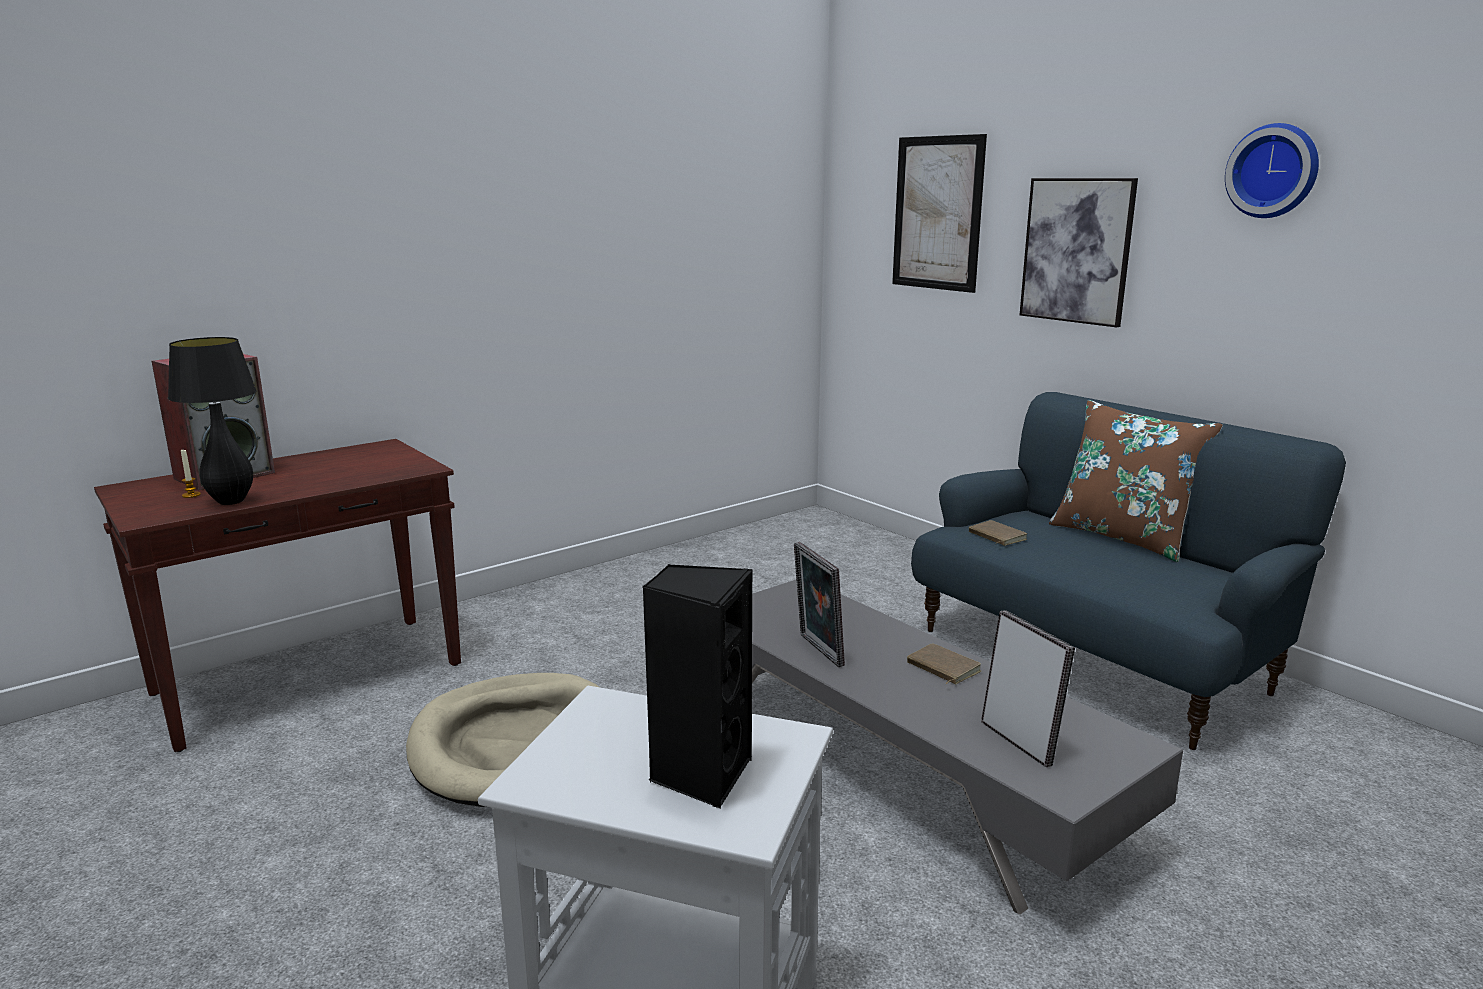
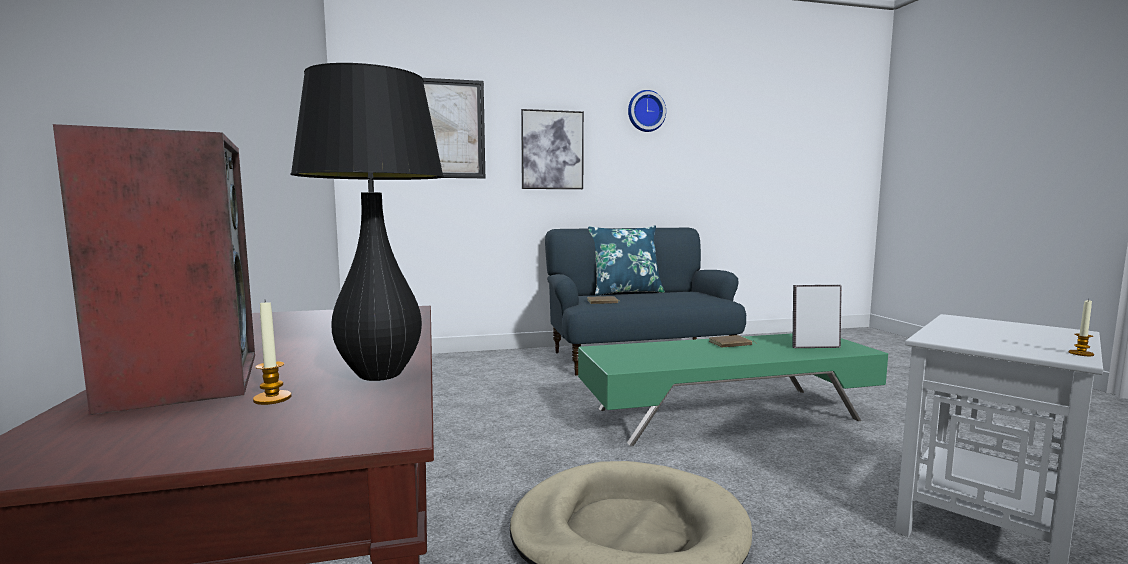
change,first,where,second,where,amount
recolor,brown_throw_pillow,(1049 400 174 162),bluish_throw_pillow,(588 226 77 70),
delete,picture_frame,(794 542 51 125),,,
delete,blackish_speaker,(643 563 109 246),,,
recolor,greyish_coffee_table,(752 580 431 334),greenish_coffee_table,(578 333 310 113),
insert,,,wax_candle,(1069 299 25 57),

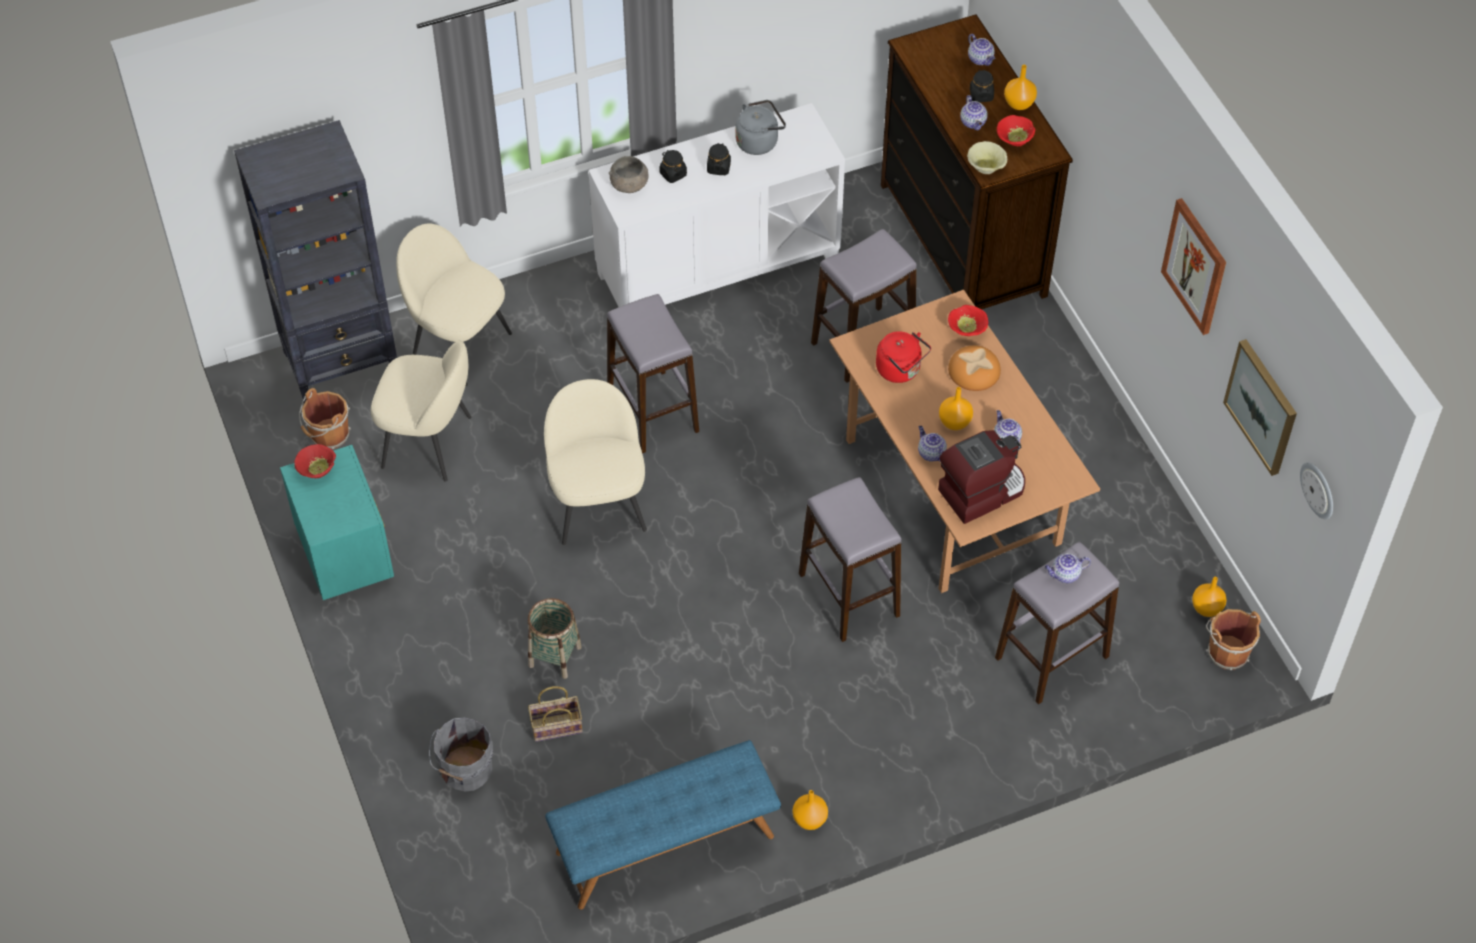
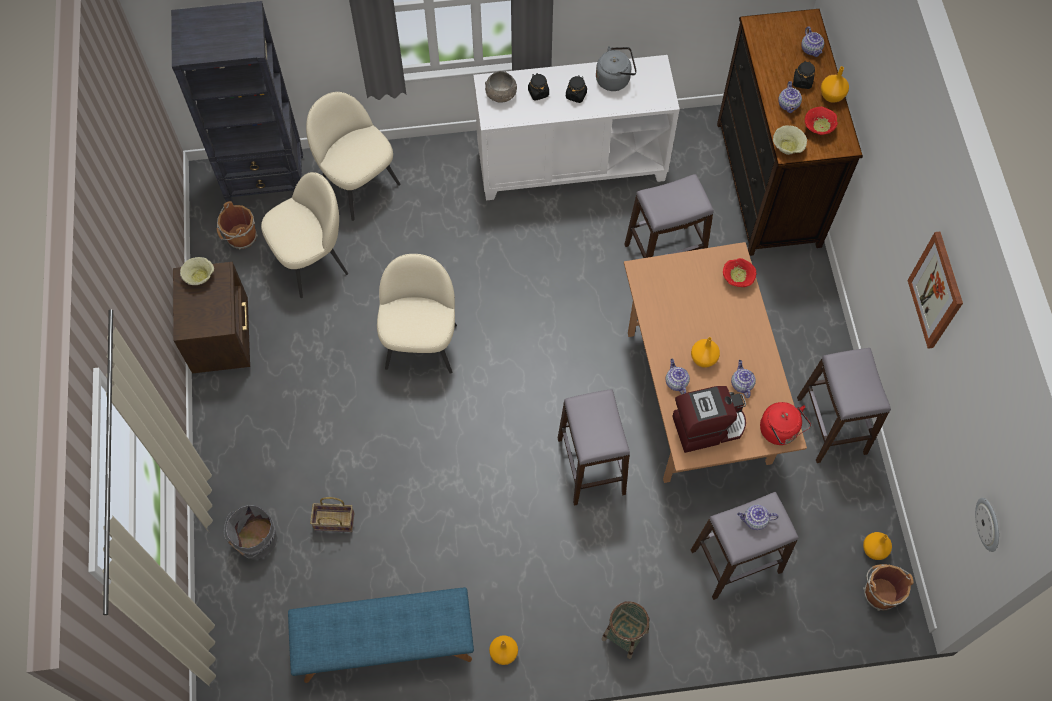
change,first,where,second,where,amount
move,greyish_stool,(607 294 92 159),,(797 348 94 115),
move,reddish_water_kettle,(876 331 55 52),,(760 402 51 43),
delete,wall_picture,(1223 339 74 137),,,
rotate,beige_plain_chair,(371 340 100 142),,(261 172 87 126),60 degrees counterclockwise
delete,bakery_bread,(948 345 53 46),,,
recolor,reddish_serving_bowl,(294 444 42 34),beige_serving_bowl,(180 257 34 28),
recolor,blue-green_night_table,(280 445 114 155),brown_night_table,(173 262 77 111),
move,basket,(528 598 54 81),,(602 601 47 58),

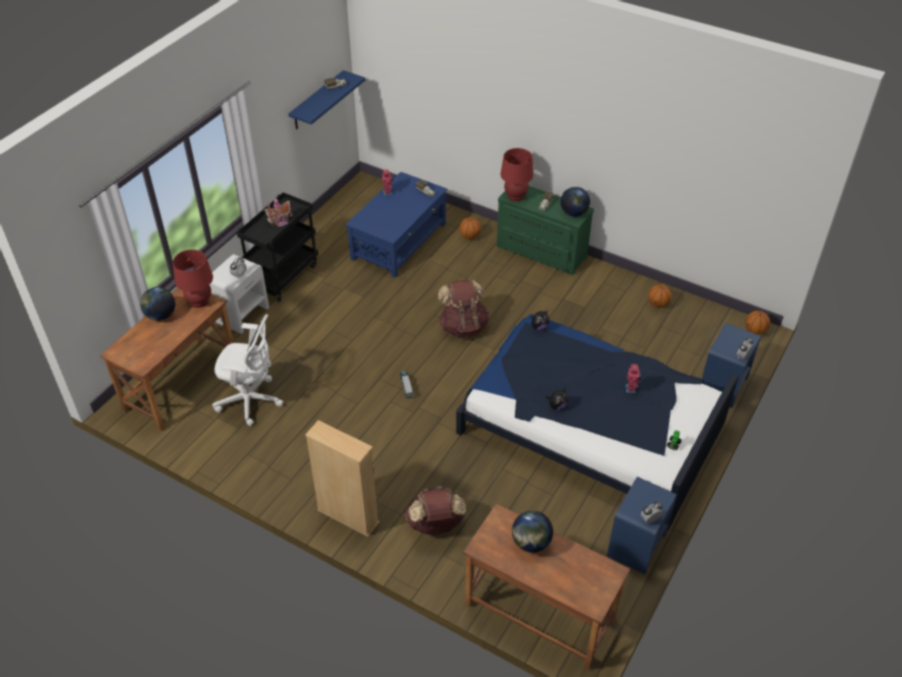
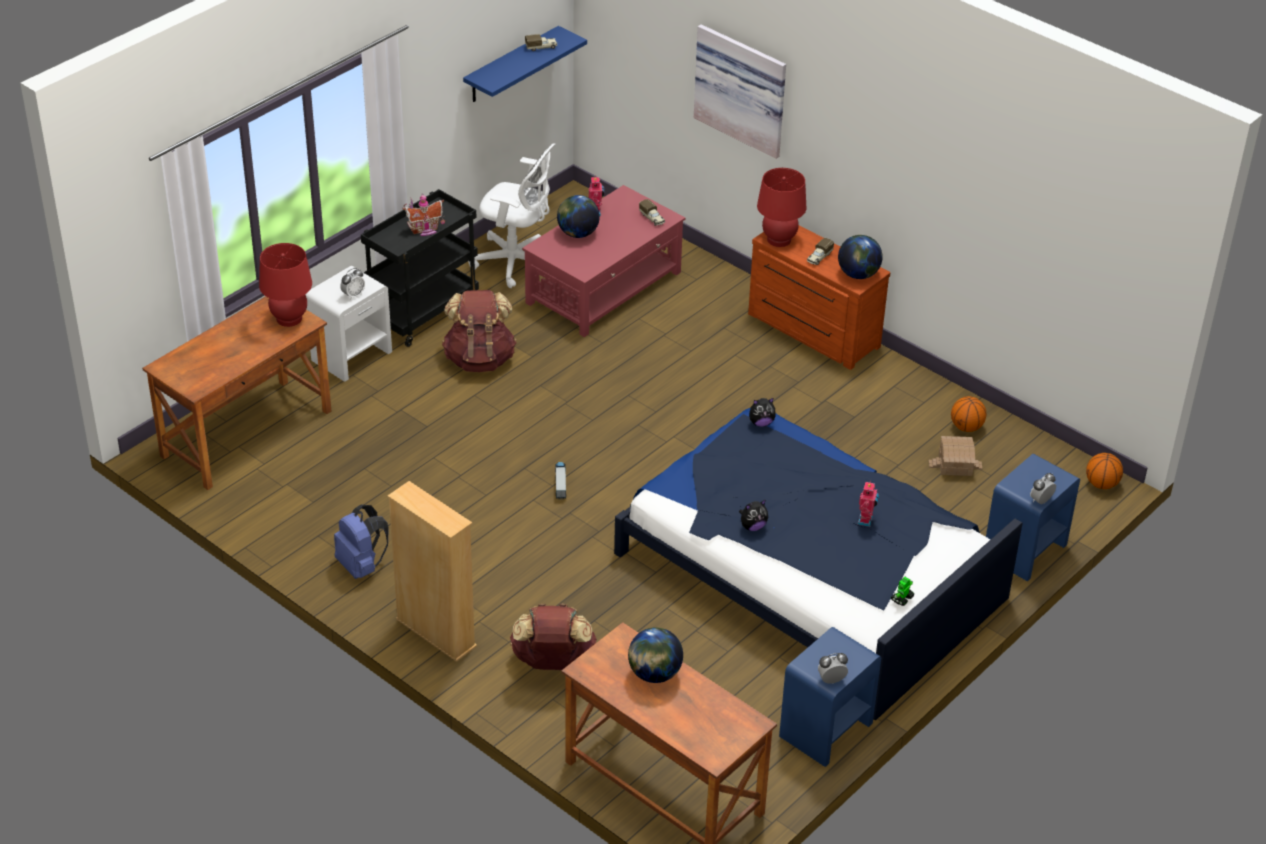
change,first,where,second,where,amount
recolor,bluish_coffee_table,(346 172 101 106),reddish_coffee_table,(522 185 163 152),
recolor,greenish_drawer_chest,(497 186 97 89),brown_drawer_chest,(748 225 142 145),
delete,ball_for_basketball,(460 217 21 22),,,
move,brown_rucksack,(438 280 51 58),,(442 290 75 82),
move,desk_globe,(140 287 35 34),,(557 195 43 43),
move,white-coloured_desk_chair,(212 314 71 112),,(468 143 88 145),
insert,,,wall_picture,(694 24 92 135),
insert,,,miniature_house,(929 436 53 40),
insert,,,bluish_rucksack,(334 505 55 74),

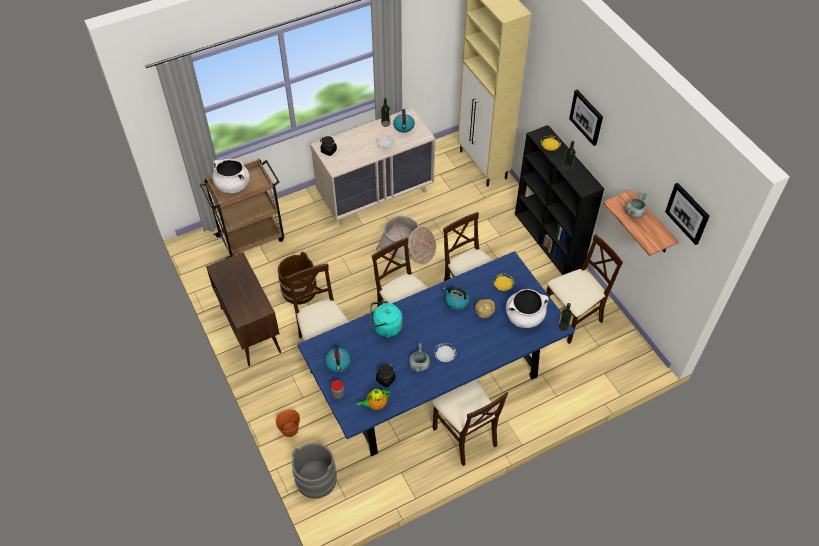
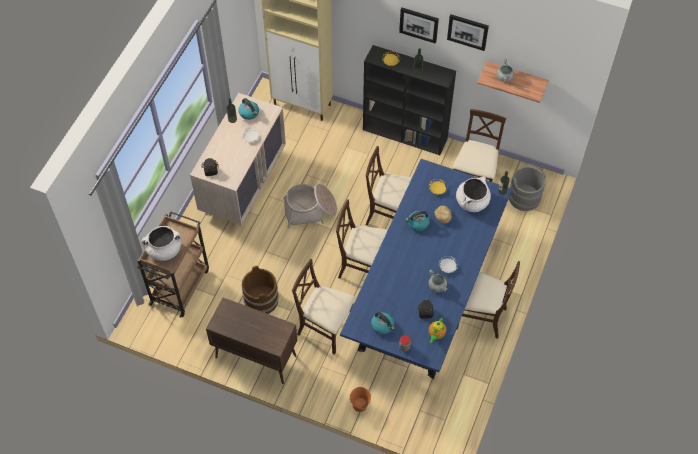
change,first,where,second,where,amount
move,wall_picture,(665 183 45 62),,(447 14 42 37),
delete,blue-green_water_kettle,(371 301 32 37),,,
move,greyish_water_bucket,(292 443 45 56),,(509 166 37 45),

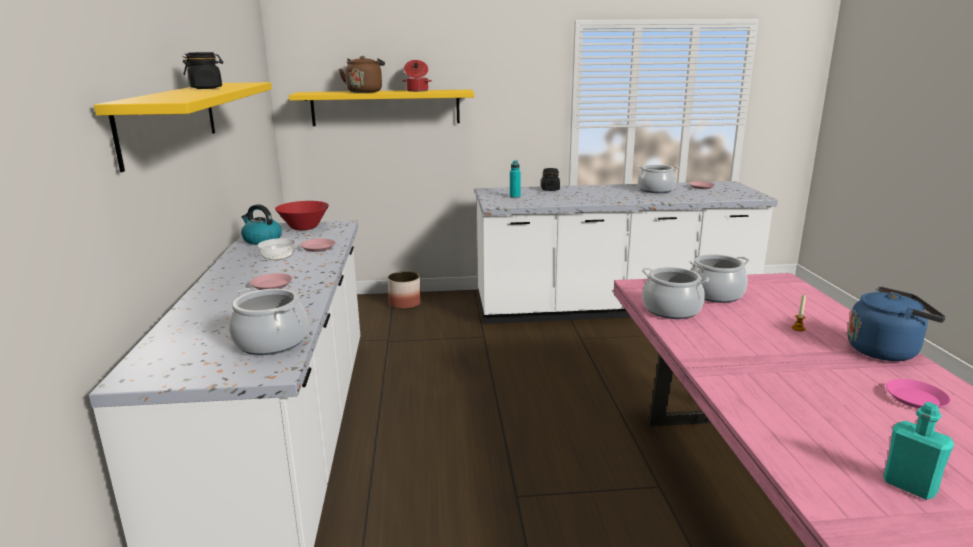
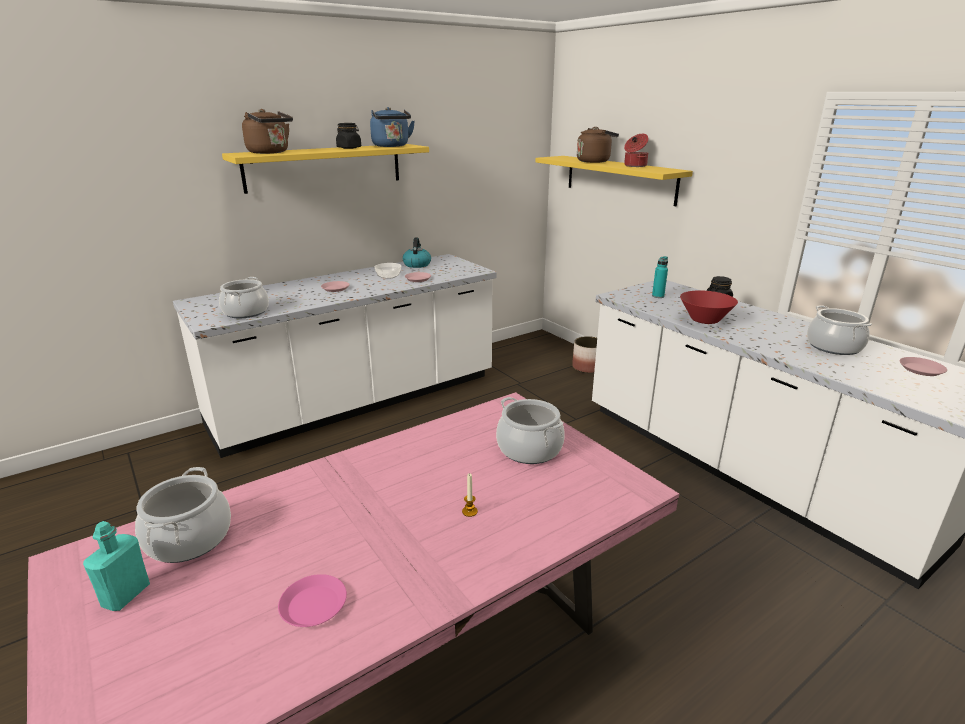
change,first,where,second,where,amount
move,reddish_serving_bowl,(275 201 54 29),,(680 290 58 34),
move,saucepot,(642 267 68 52),,(135 467 96 96),
move,bluish_water_kettle,(848 286 98 75),,(370 107 45 40),
insert,,,brown_water_kettle,(242 109 51 45),

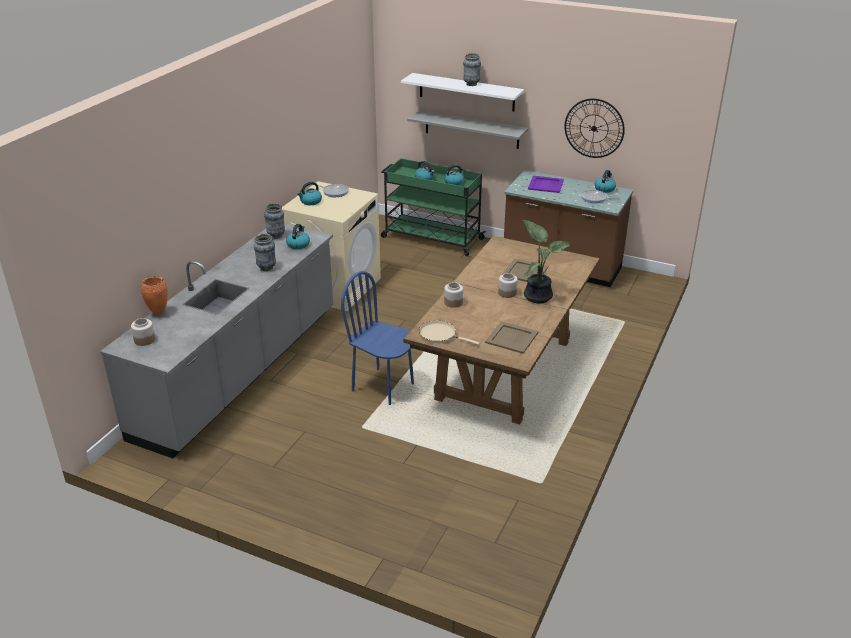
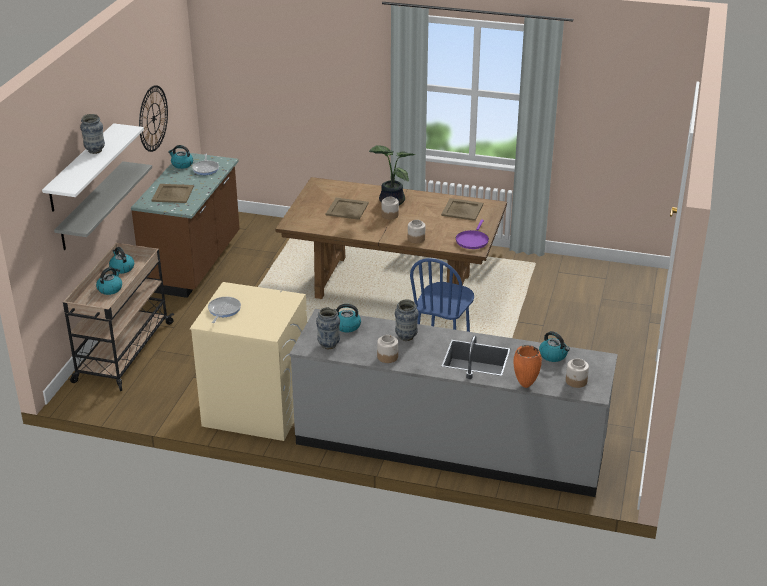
change,first,where,second,where,amount
recolor,greenish_trolley,(381 158 105 99),beige_trolley,(63 243 111 148),
recolor,purple-coloured_tray,(528 176 36 17),beige_tray,(151 184 43 19),
move,water_kettle,(297 182 25 23),,(539 331 31 31),
recolor,beige_skillet,(419 320 61 25),purple-coloured_skillet,(456 220 33 29),
insert,,,storage_jar,(377 335 21 28),

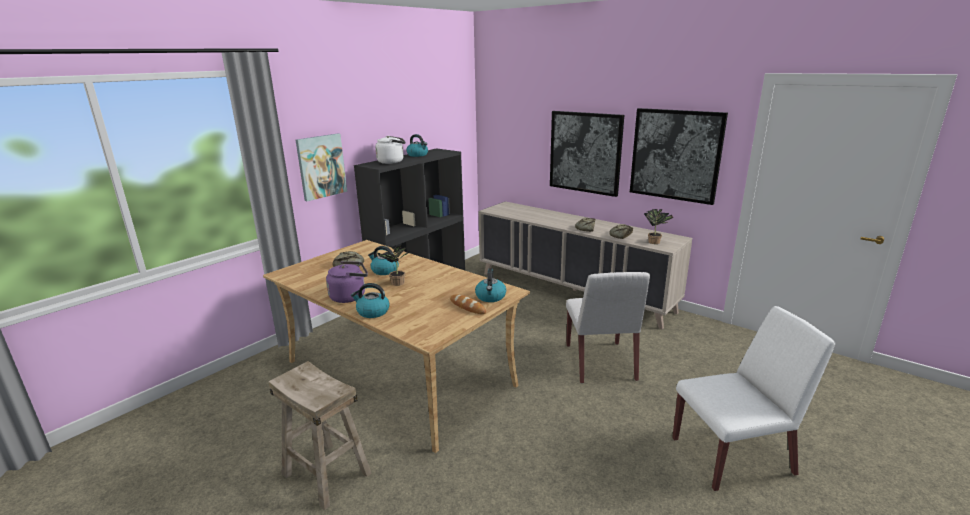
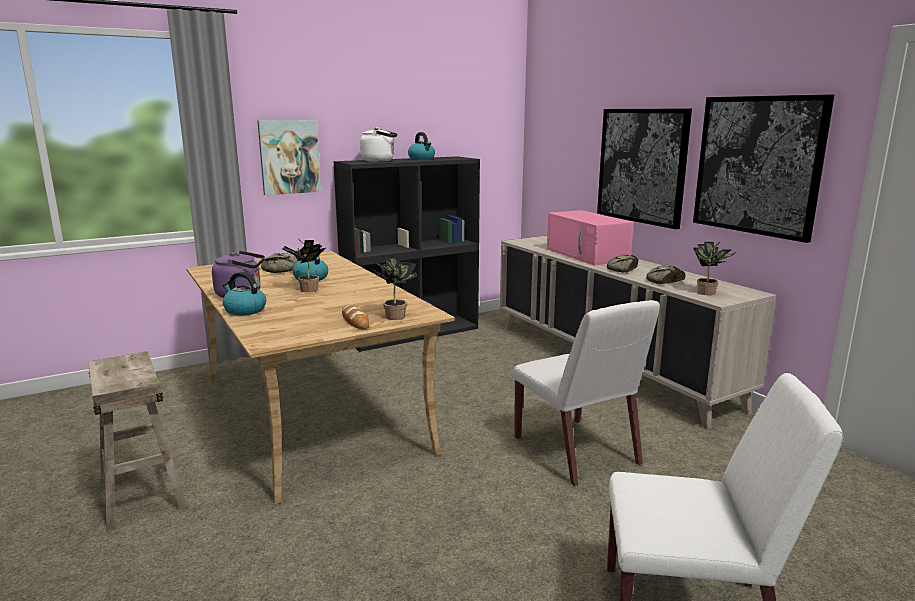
change,first,where,second,where,amount
replace,water_kettle,(475 268 31 34),plant_in_a_pot,(373 256 44 64),
rotate,white-coloured_plain_chair,(566 272 84 111),,(512 300 148 186),45 degrees counterclockwise
insert,,,pink_kitchen_microwave,(547 210 87 55),

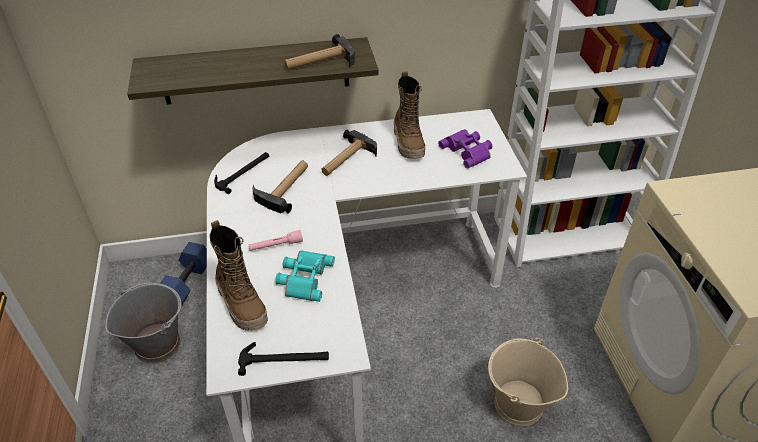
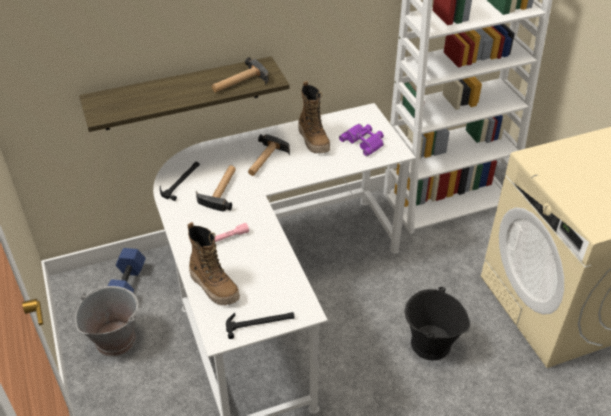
change,first,where,second,where,amount
delete,blue-green_pair_of_binoculars,(275 251 60 51),,,
recolor,beige_water_bucket,(488 338 80 89),blackish_water_bucket,(405 287 65 73),

